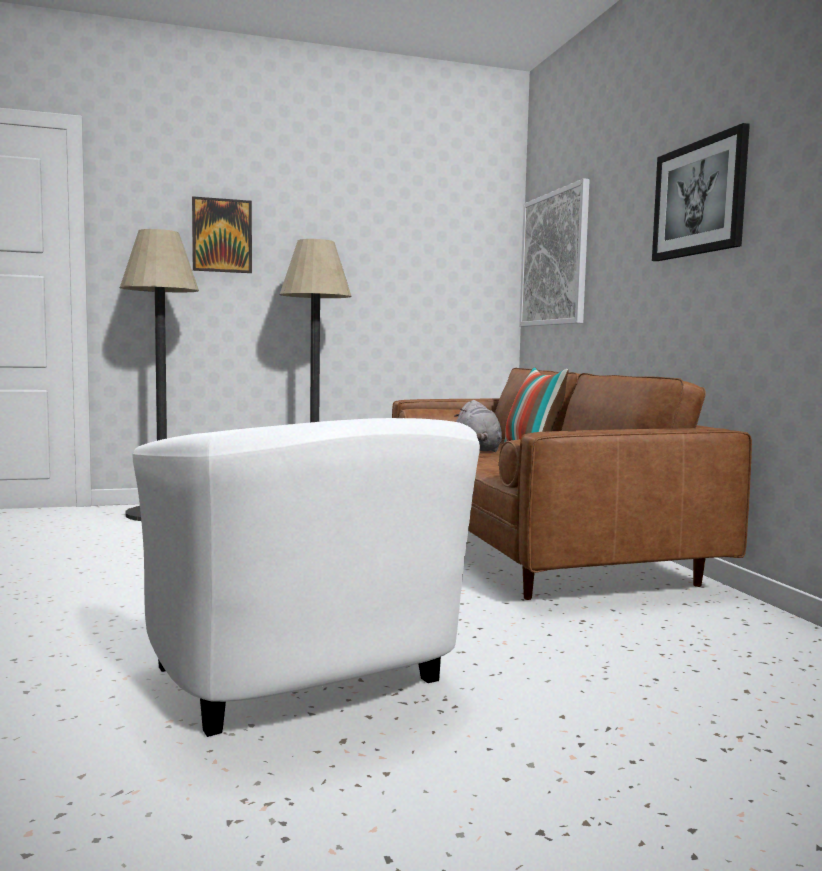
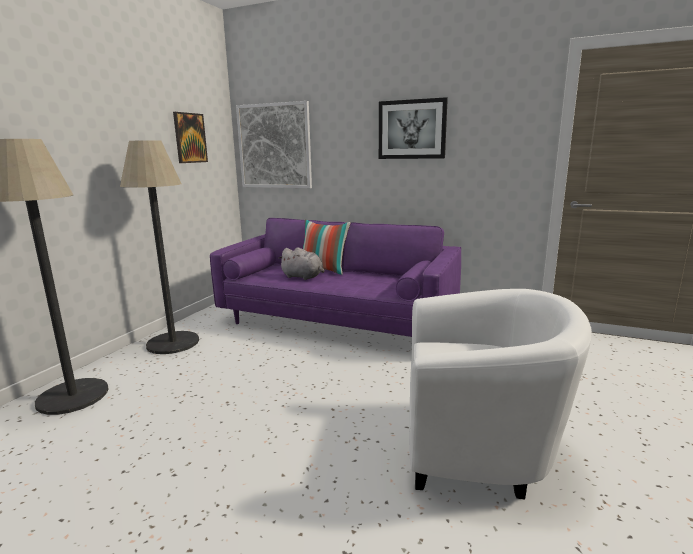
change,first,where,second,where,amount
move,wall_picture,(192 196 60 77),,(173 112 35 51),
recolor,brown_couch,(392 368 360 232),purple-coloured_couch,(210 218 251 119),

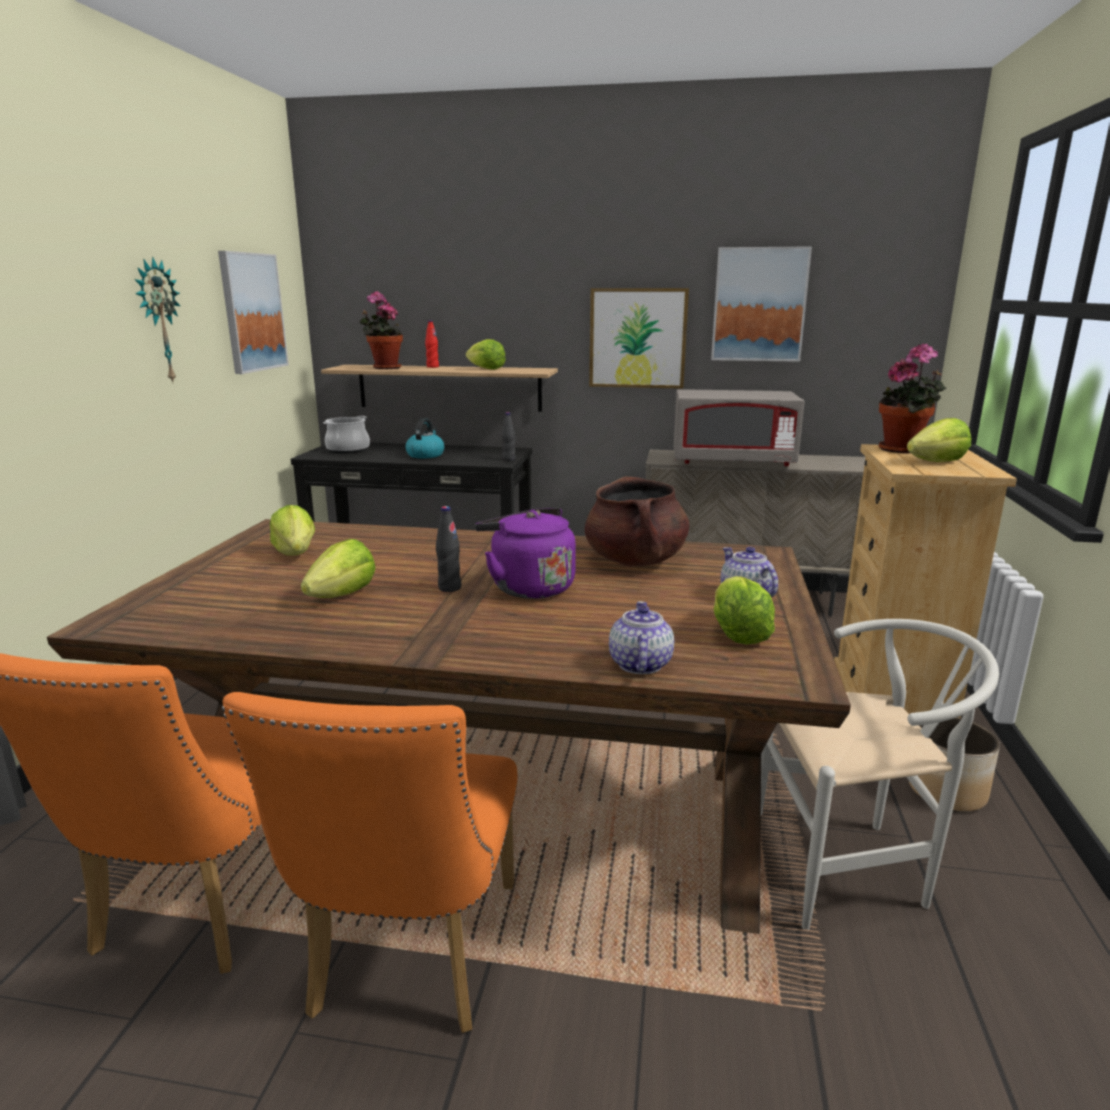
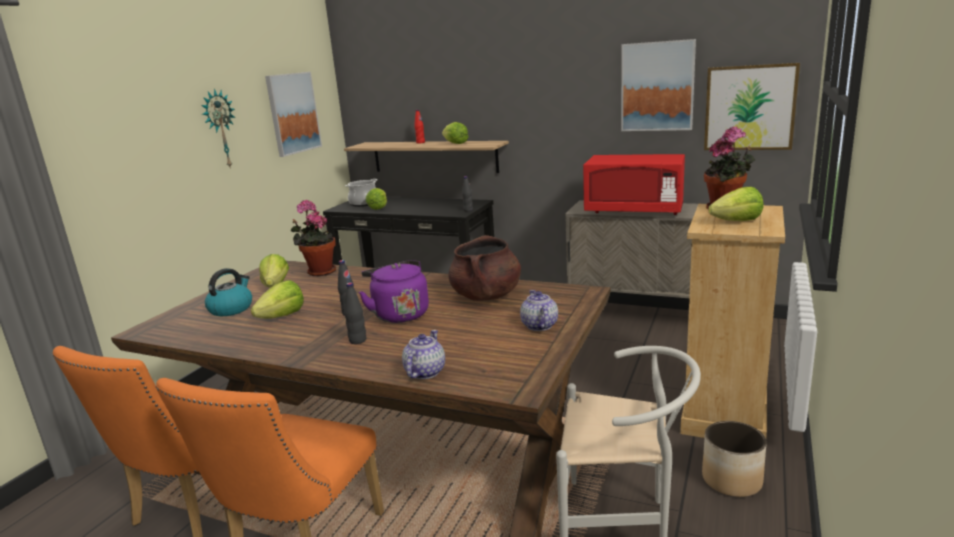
change,first,where,second,where,amount
move,wall_picture,(589 288 100 101),,(704 63 96 87),
move,plant_in_a_pot,(359 291 44 78),,(291 200 45 76),
recolor,greyish_kitchen_microwave,(674 389 131 77),reddish_kitchen_microwave,(583 154 102 61),
move,water_kettle,(405 418 39 41),,(205 268 47 48),
move,head_of_lettuce,(714 576 61 69),,(366 188 21 22),
insert,,,blackish_drink_bottle,(344 282 22 62),

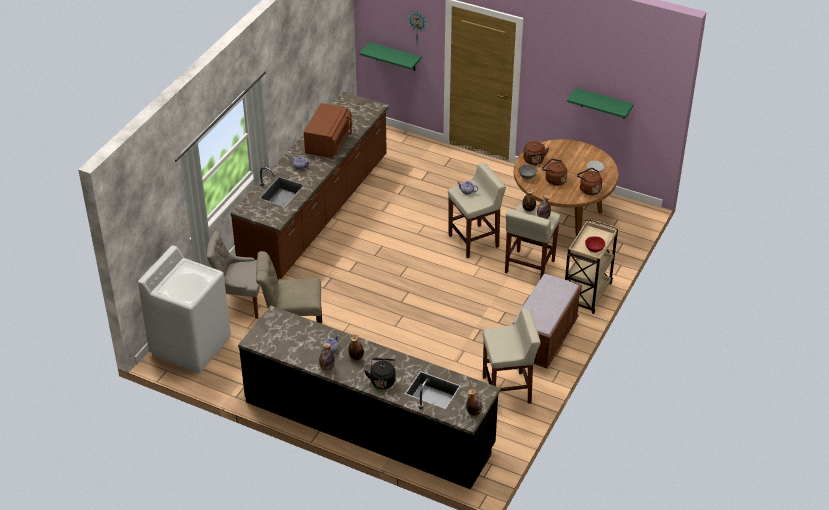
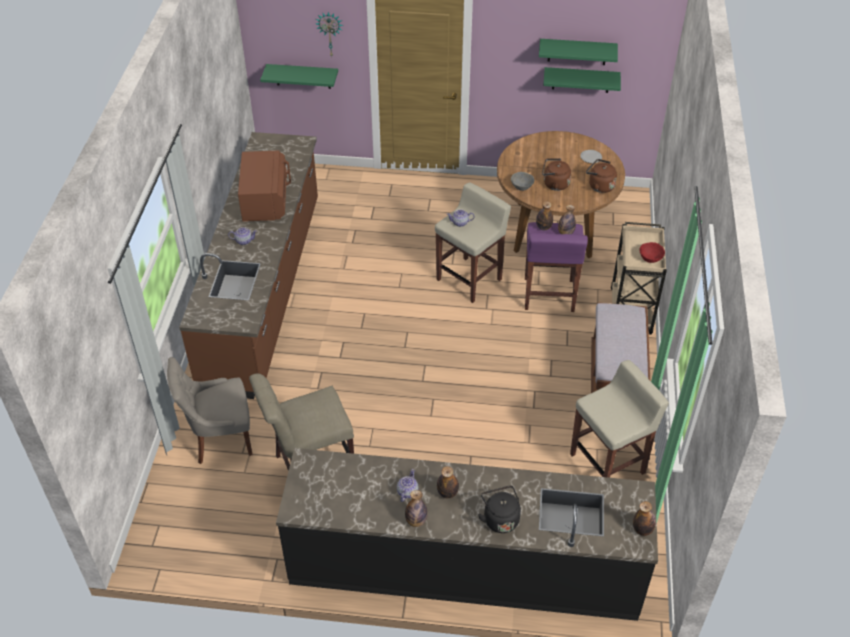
change,first,where,second,where,amount
delete,brown_water_kettle,(523 141 26 24),,,
recolor,beige_stool,(505 204 56 75),purple-coloured_stool,(525 222 63 90),
delete,white-coloured_laundry_machine,(138 245 93 128),,,
insert,,,greenish_wall_shelf,(539 39 79 26),

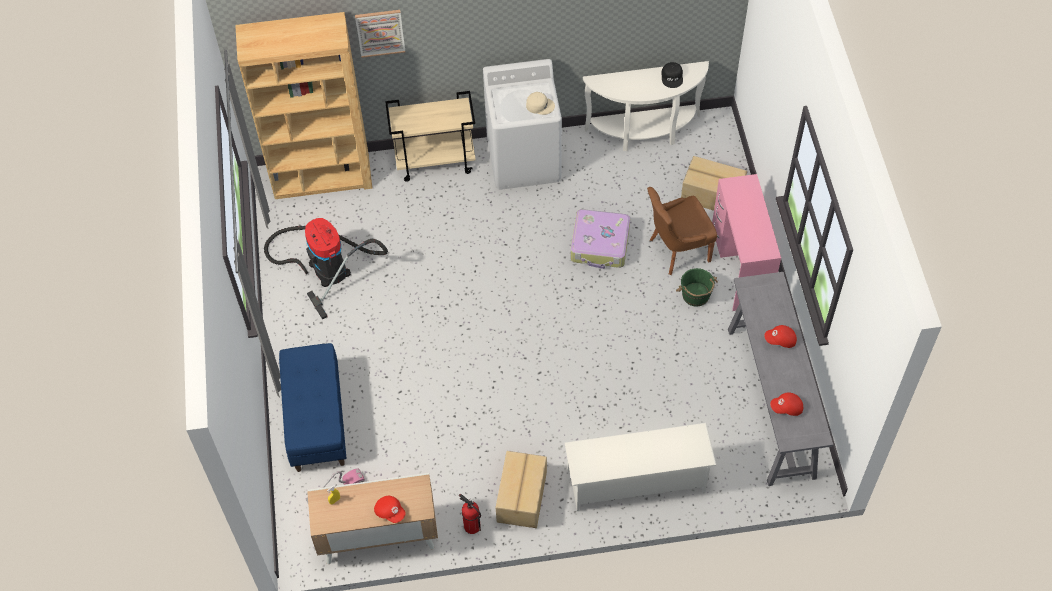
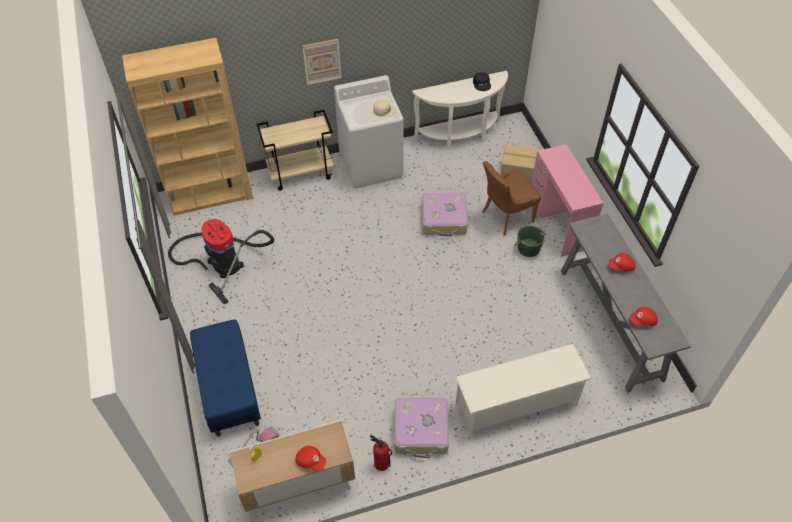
change,first,where,second,where,amount
move,wall_picture,(355 10 50 48),,(302 39 39 46),
replace,packing_box,(495 451 52 77),suitcase,(394 398 55 60),

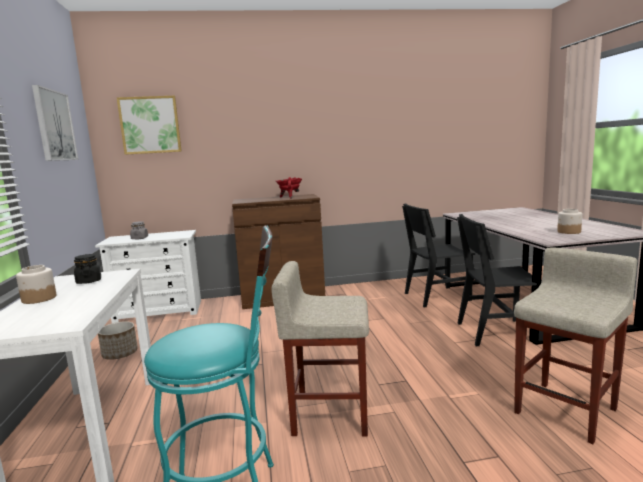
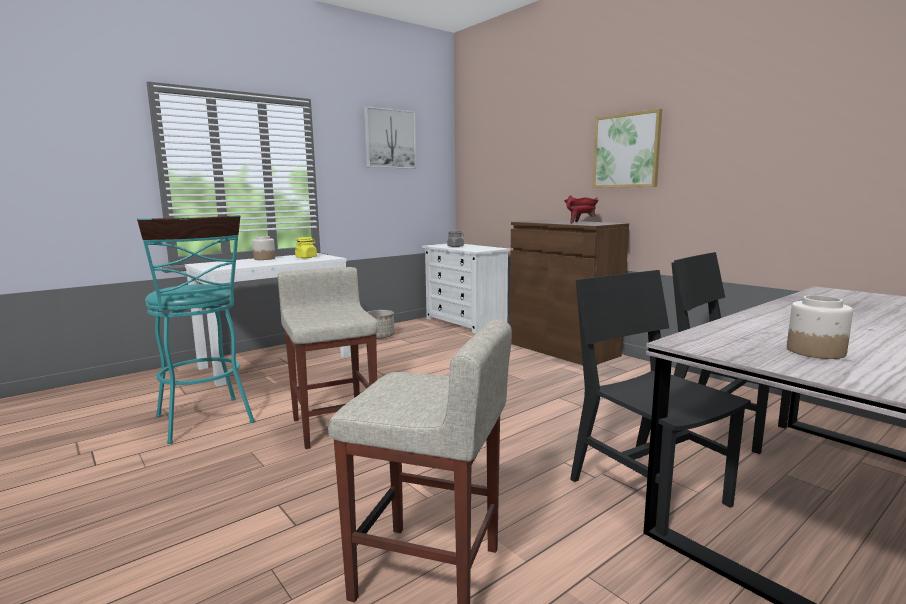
change,first,where,second,where,amount
move,wall_picture,(117 96 65 59),,(593 109 69 79),
recolor,blackish_storage_jar,(74 254 27 30),yellow-coloured_storage_jar,(295 237 22 21),

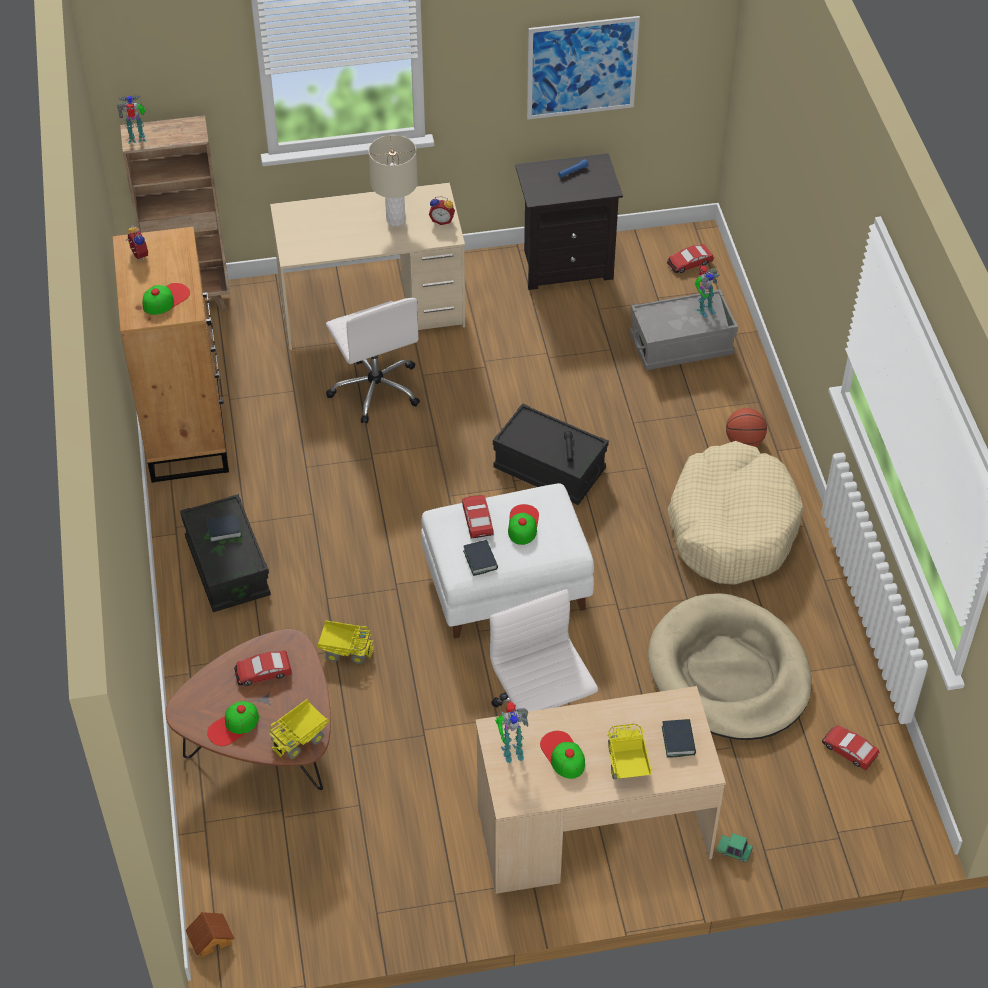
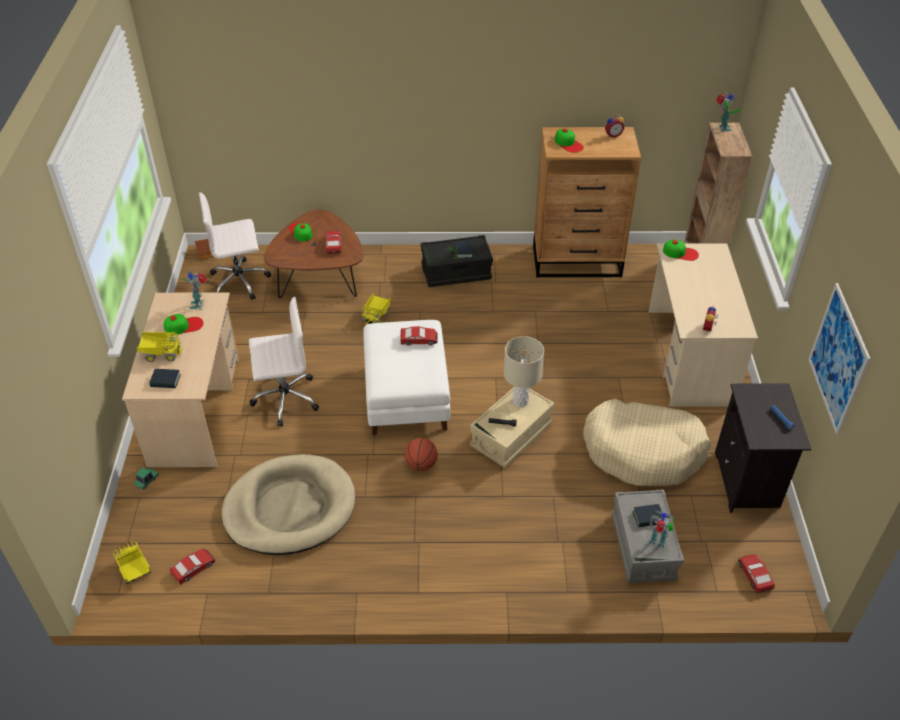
change,first,where,second,where,amount
move,beige_lamp_for_a_table,(369 135 49 91),,(504 336 40 71),
rotate,toy_robot,(694 265 26 53),,(648 510 27 39),135 degrees clockwise
move,white-coloured_desk_chair,(326 298 94 126),,(199 192 72 108),
recolor,blackish_storage_container,(493 403 116 102),beige_storage_container,(470 387 85 81),
move,ball_for_basketball,(726 408 41 39),,(404 438 34 33),
move,beige_pet_bed,(668 441 135 144),,(583 399 128 87),
move,cap,(508 504 31 41),,(663 240 36 21),
move,volume,(463 540 35 36),,(633 504 29 23),
move,toy_truck,(269 699 60 60),,(113 541 38 43),

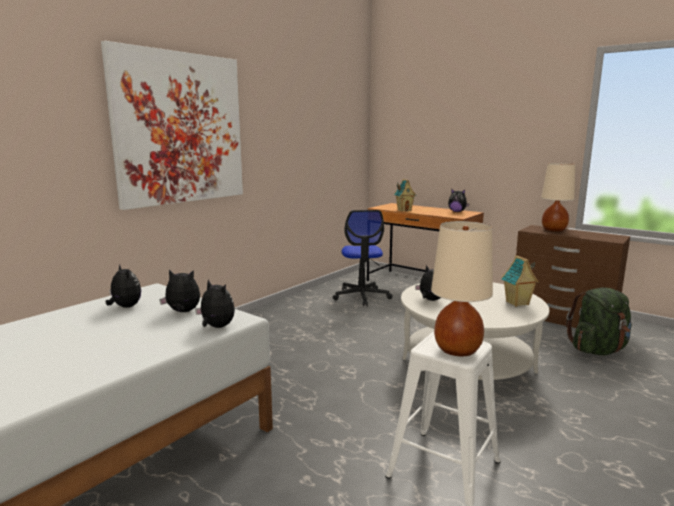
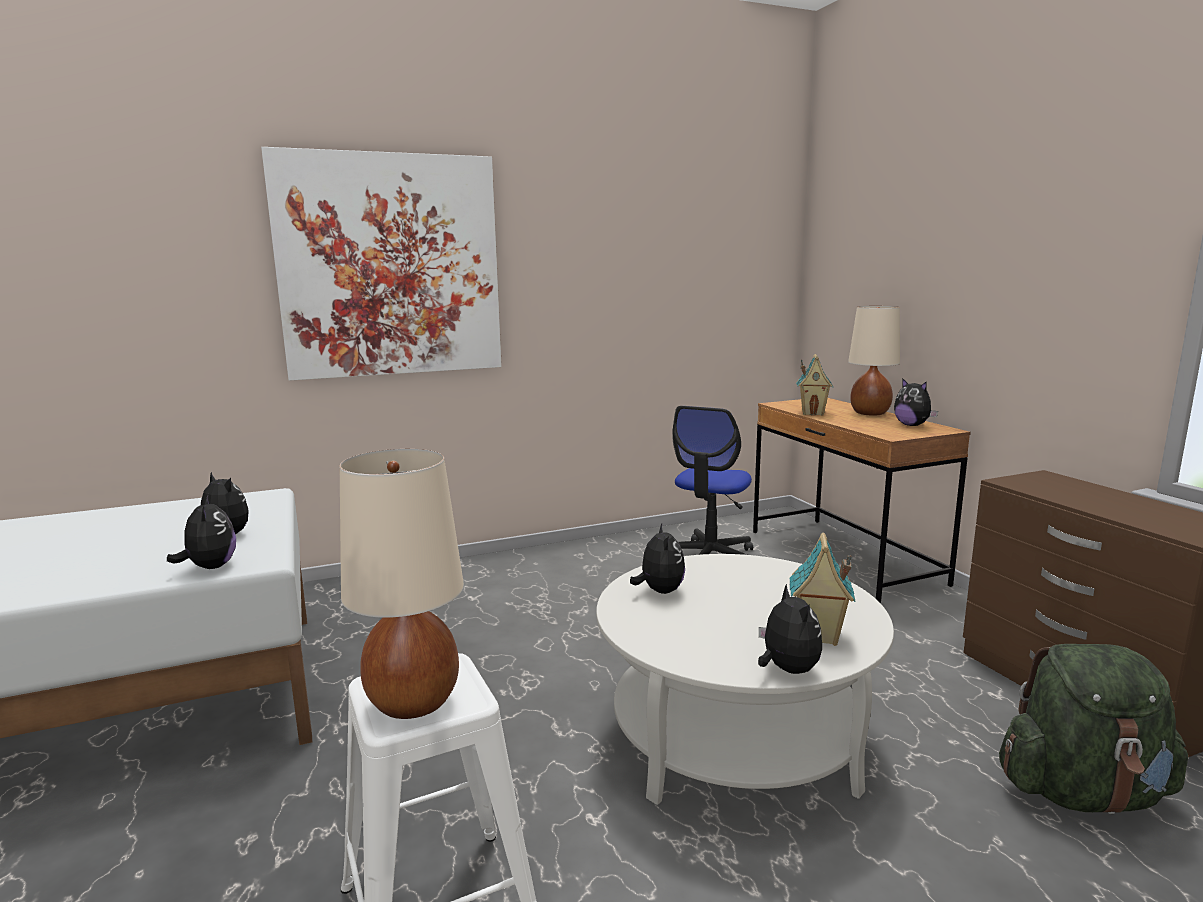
change,first,where,second,where,amount
move,beige_lamp_for_a_table,(541 163 34 69),,(848 306 52 110),
move,cuddly_toy,(106 265 35 43),,(758 584 64 90),

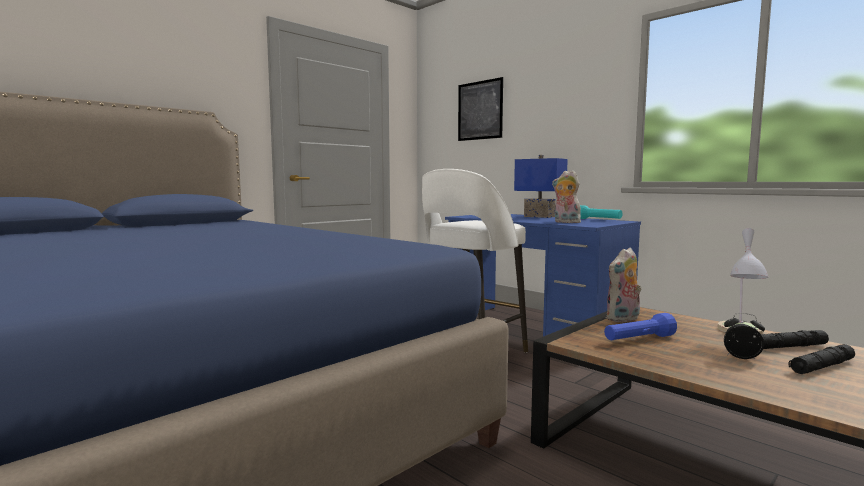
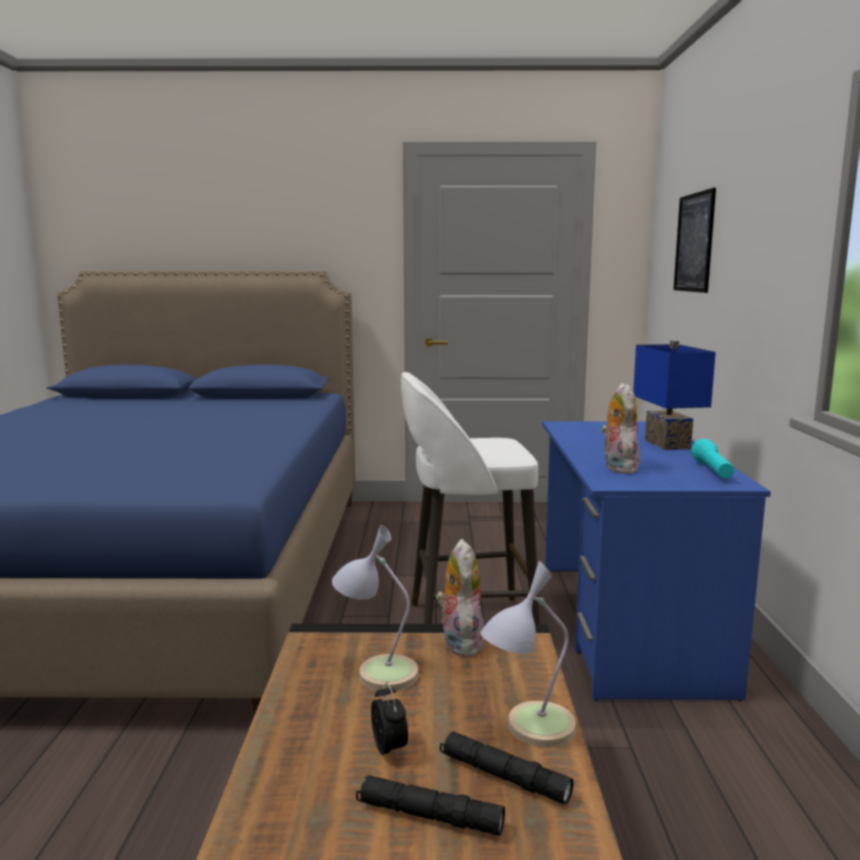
change,first,where,second,where,amount
rotate,cuddly_toy,(606 248 36 74),,(436 539 50 118),75 degrees clockwise
replace,bluish_hand_torch,(604 313 73 27),lamp_for_a_table,(332 525 87 166),

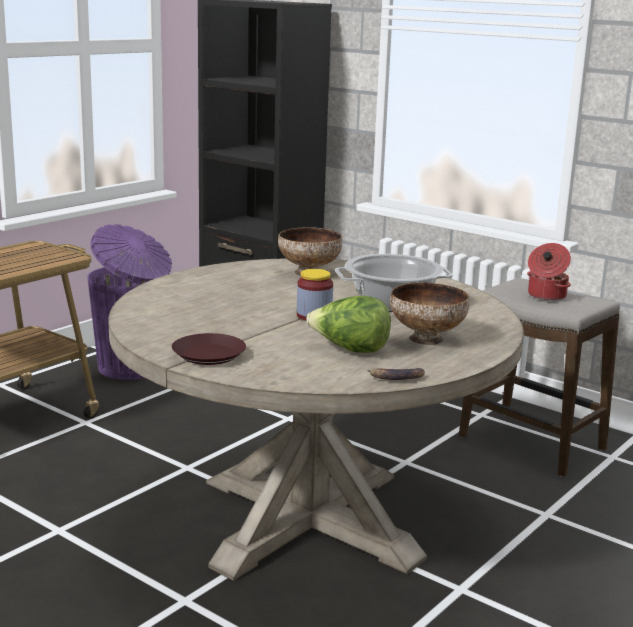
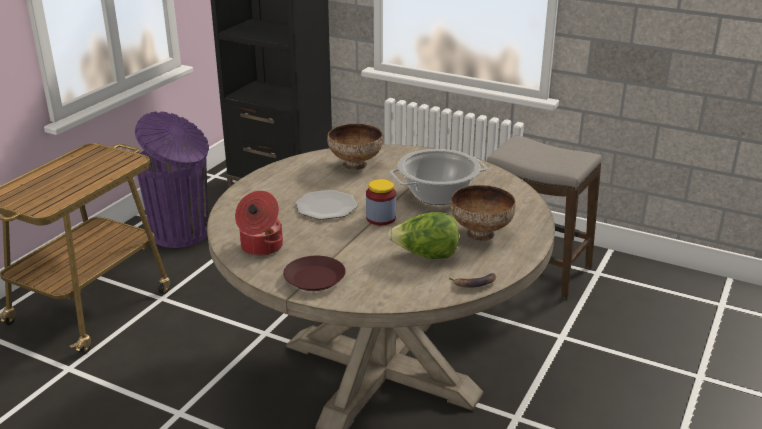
change,first,where,second,where,amount
move,saucepot,(527 243 44 58),,(235 191 48 65),
insert,,,flat_dish,(296 190 61 30),

